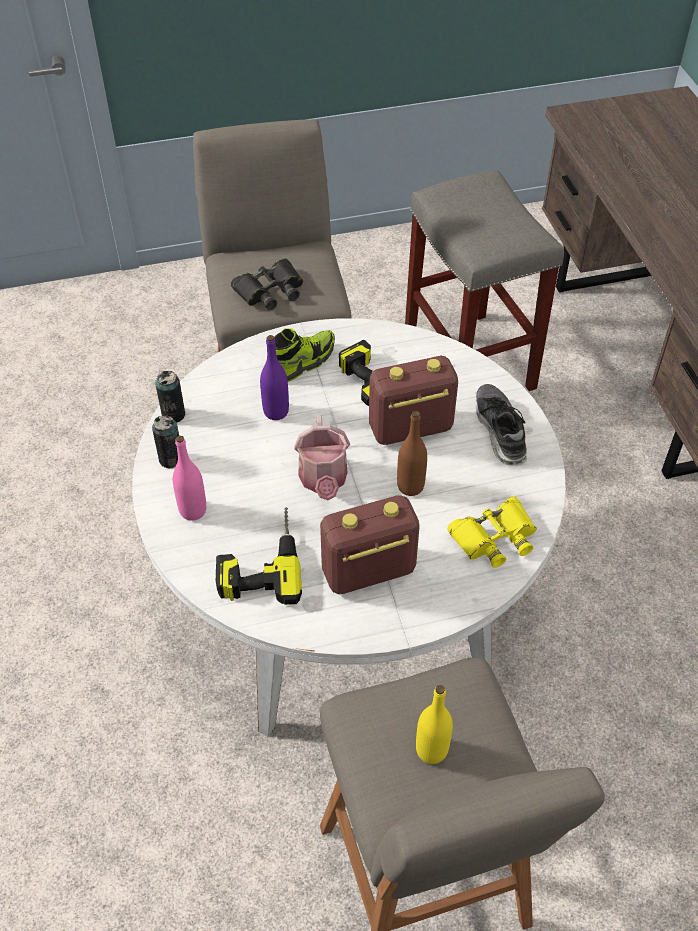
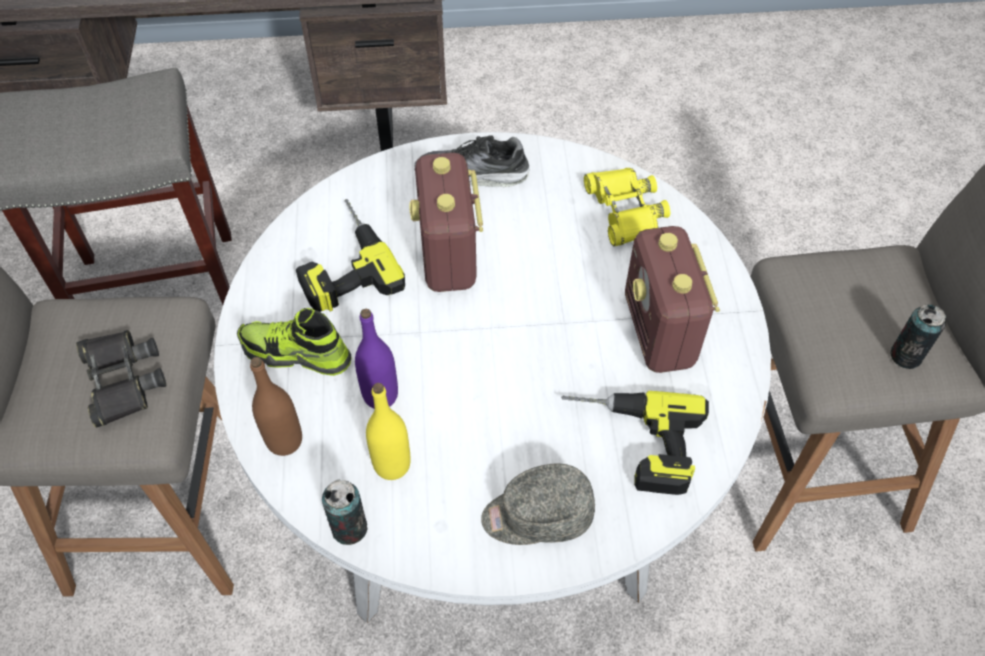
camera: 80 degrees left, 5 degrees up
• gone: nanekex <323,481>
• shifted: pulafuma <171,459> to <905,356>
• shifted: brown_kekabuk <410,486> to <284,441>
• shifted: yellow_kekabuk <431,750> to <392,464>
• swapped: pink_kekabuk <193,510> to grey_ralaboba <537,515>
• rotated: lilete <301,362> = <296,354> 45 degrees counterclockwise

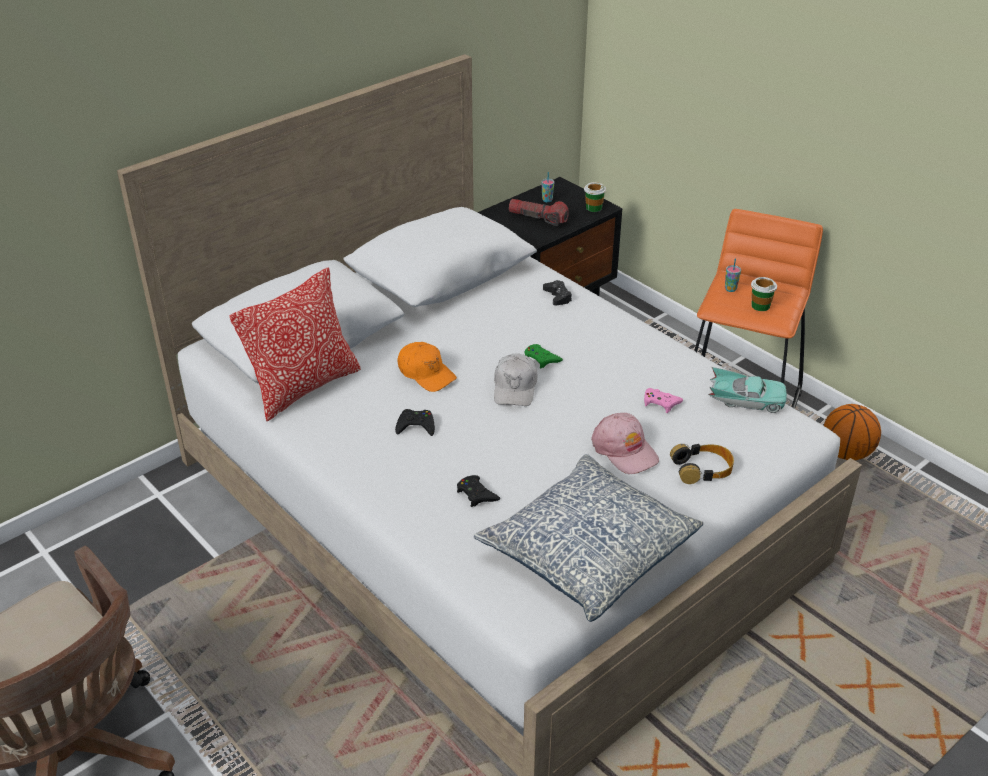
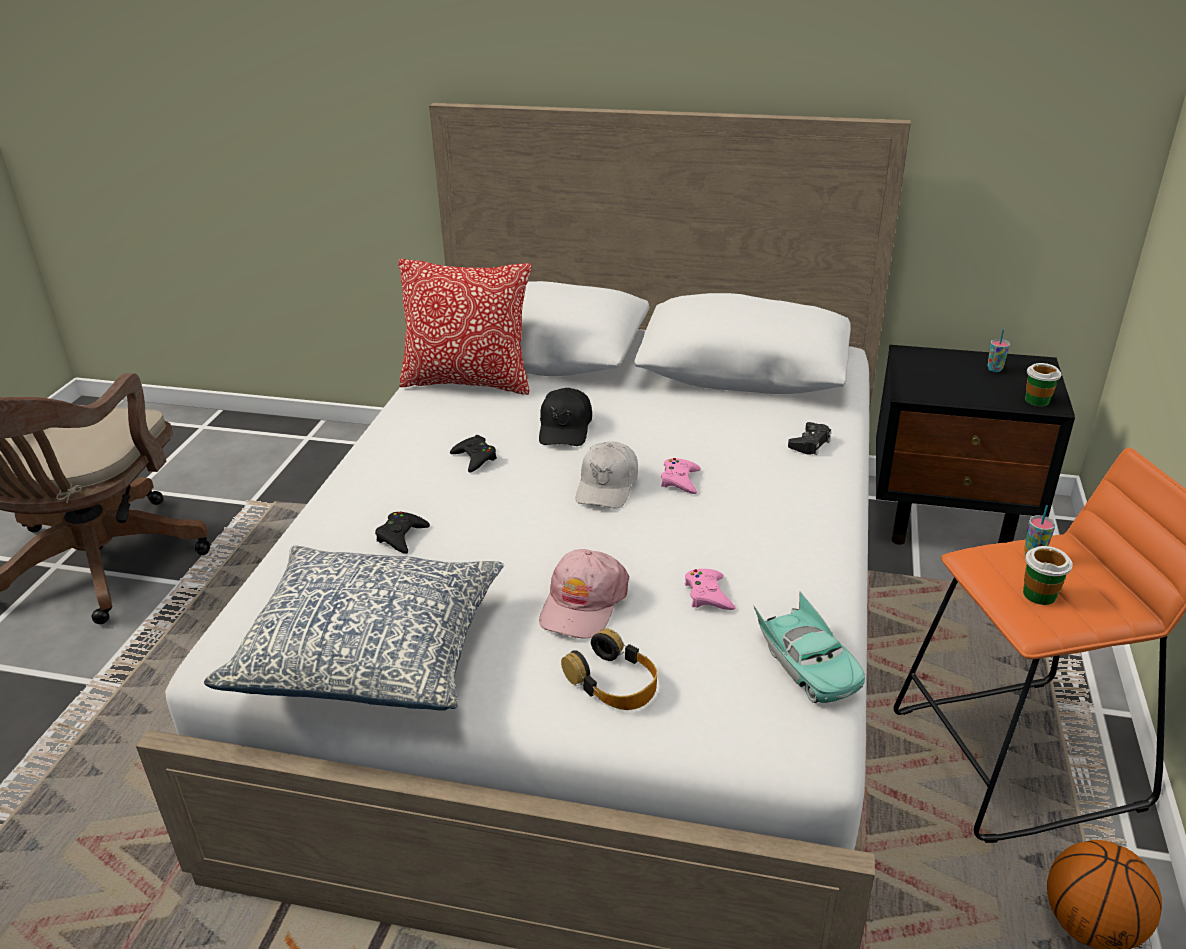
camera: 55 degrees right, 5 degrees down
• gone: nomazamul <538,218>
• repainted: orange_ralaboba <426,373> to black_ralaboba <565,428>
• repainted: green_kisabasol <541,359> to pink_kisabasol <680,480>
• rotated: white_ralaboba <515,388> = <607,486> 45 degrees counterclockwise

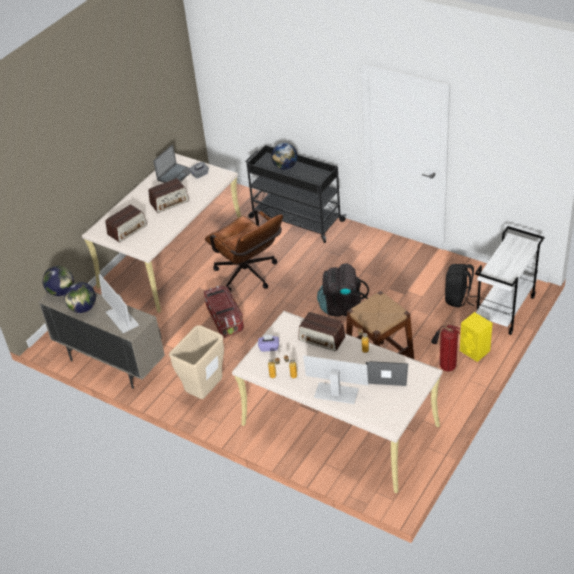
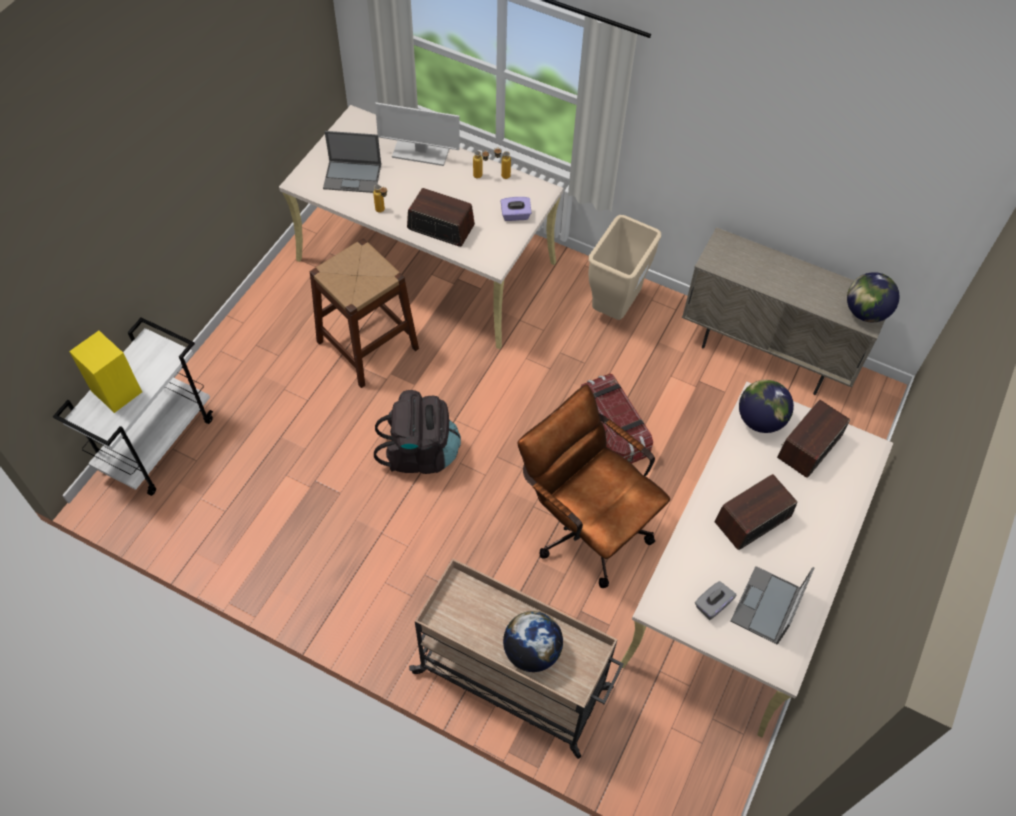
camera: 170 degrees right, 15 degrees up
• gone: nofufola <121,319>
• gone: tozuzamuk <445,366>
• gone: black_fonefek <458,299>
• shifted: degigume <83,308> to <760,420>
• shifted: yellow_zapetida <475,351> to <115,390>
• repainted: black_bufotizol <295,219> to beige_bufotizol <514,681>

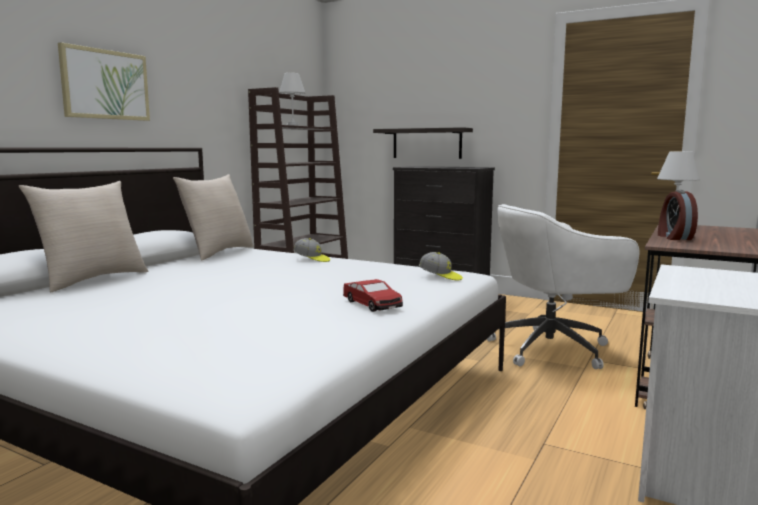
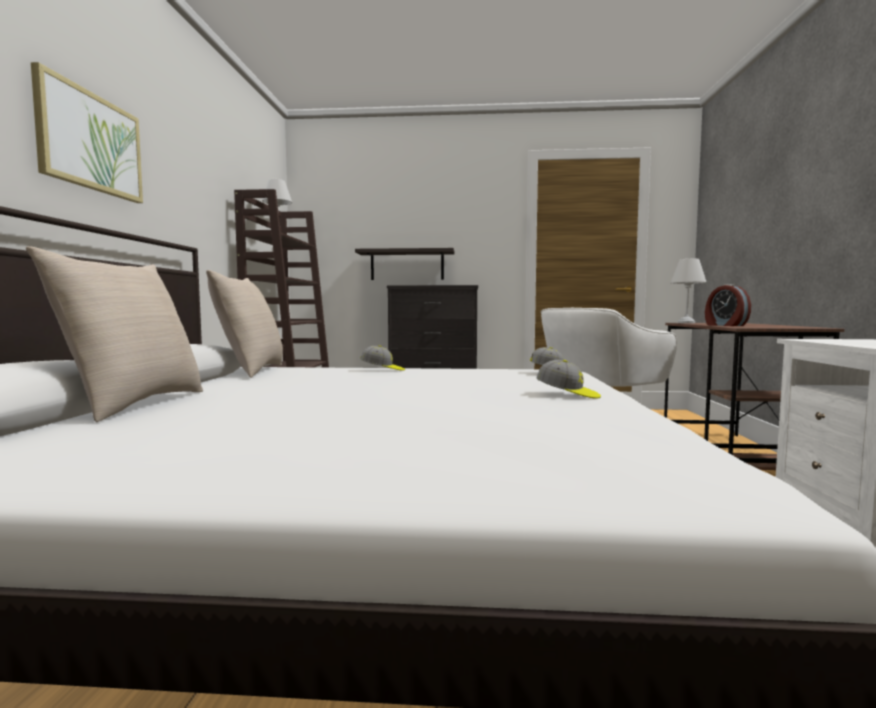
camera: 25 degrees left, 5 degrees down
• swapped: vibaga <372,304> to ralaboba <568,394>

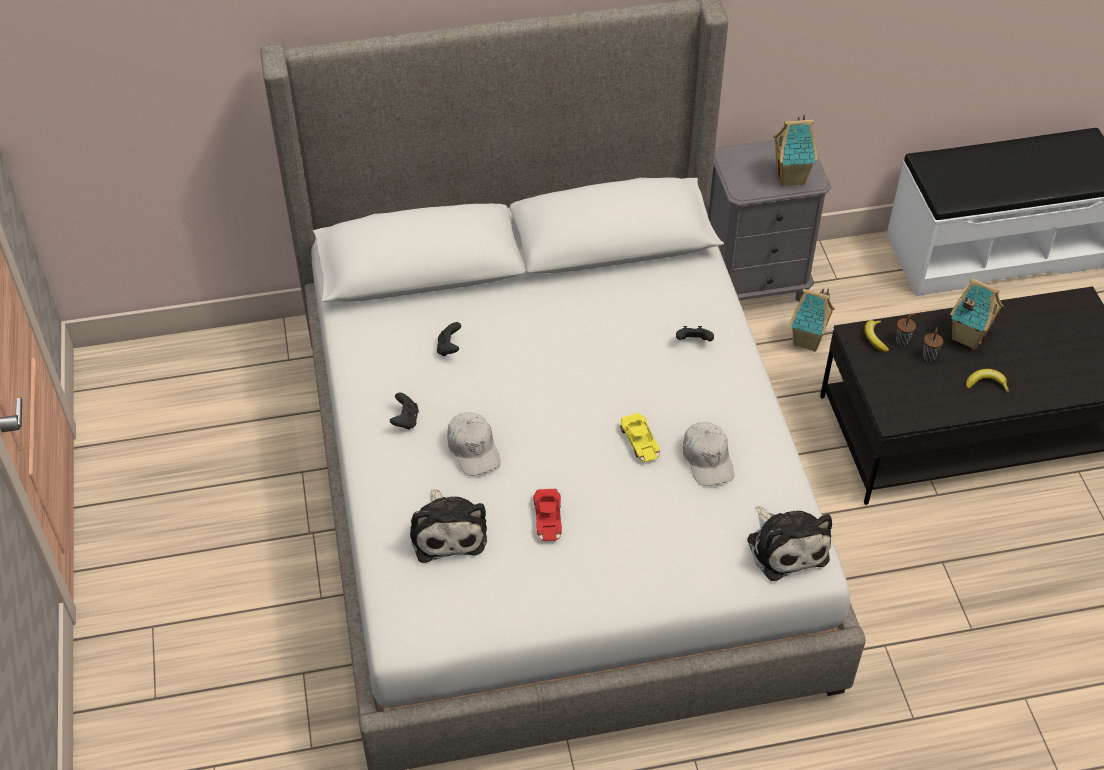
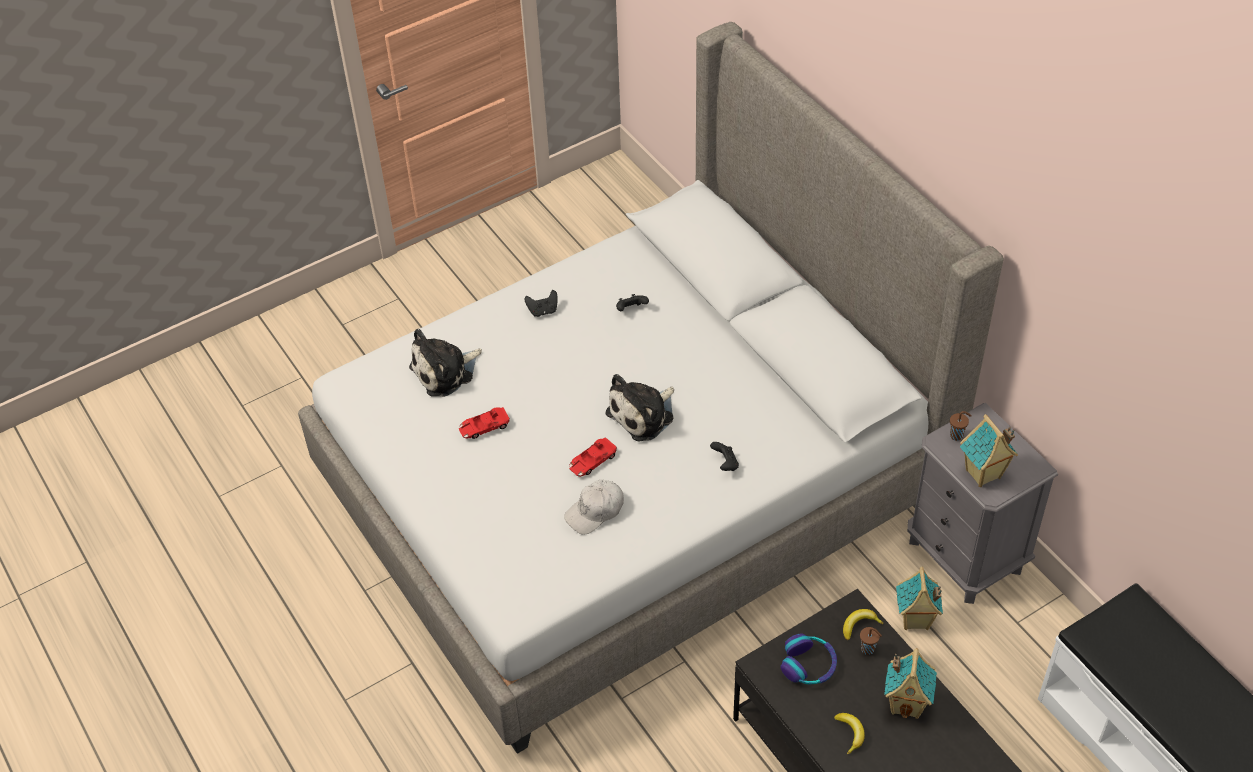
camera: 70 degrees right, 0 degrees up
• gone: white_ralaboba <473,449>
• new: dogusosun <809,665>
• shifted: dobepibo <786,546> to <643,414>
• shifted: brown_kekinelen <929,356> to <957,435>
• repainted: yellow_vibaga <640,442> to red_vibaga <592,461>

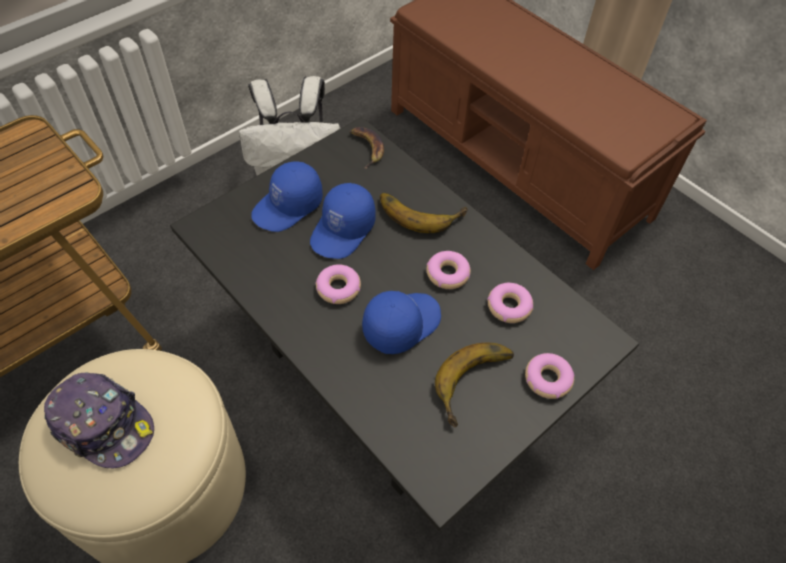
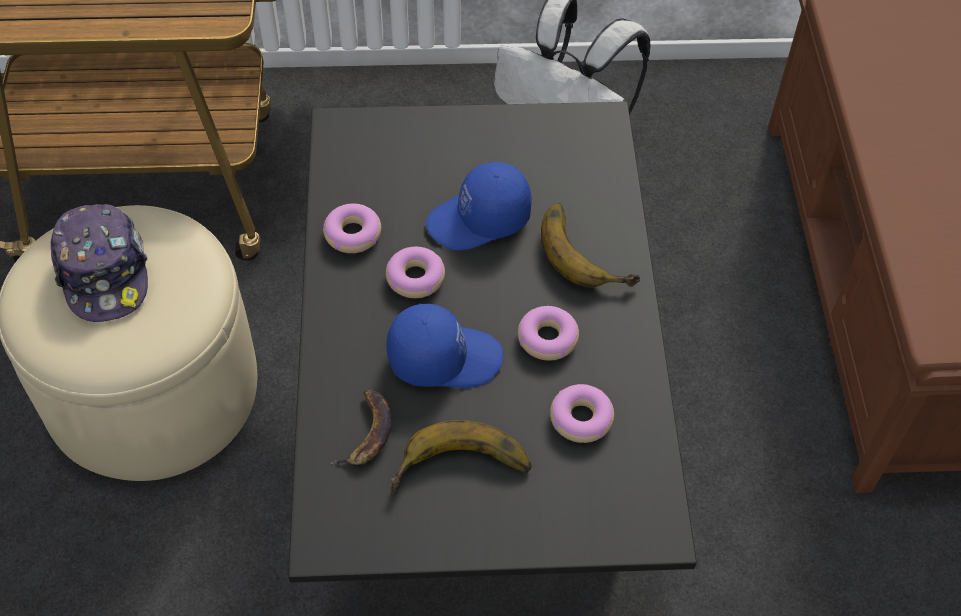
camera: 40 degrees right, 0 degrees up
• gone: blue_ralaboba <288,207>
• shifted: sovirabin <367,148> to <366,432>
• shifted: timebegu <547,379> to <352,234>

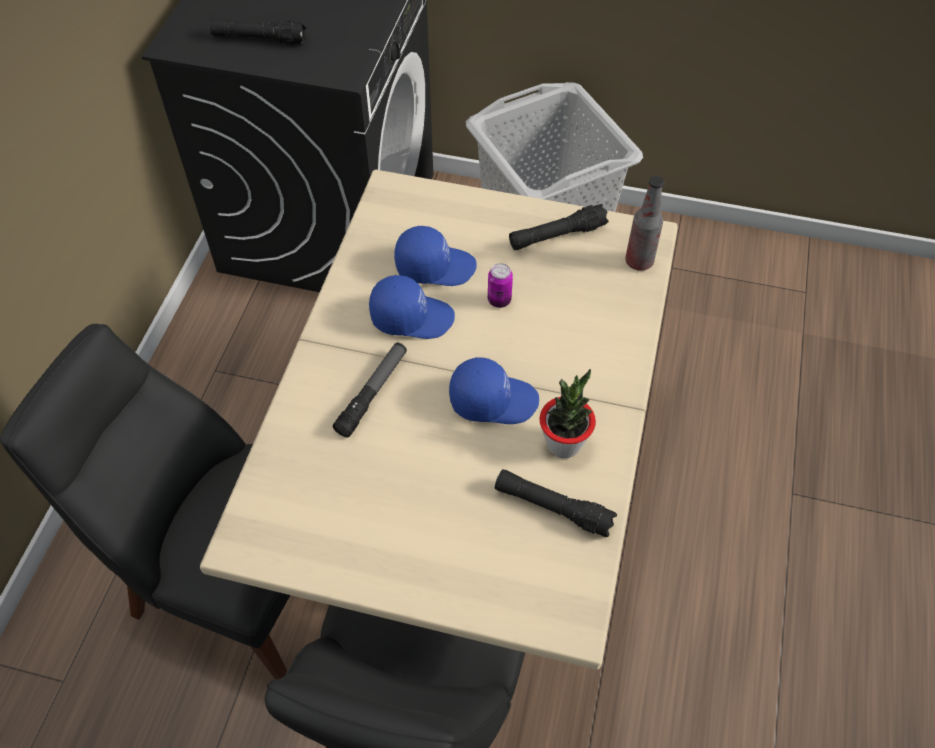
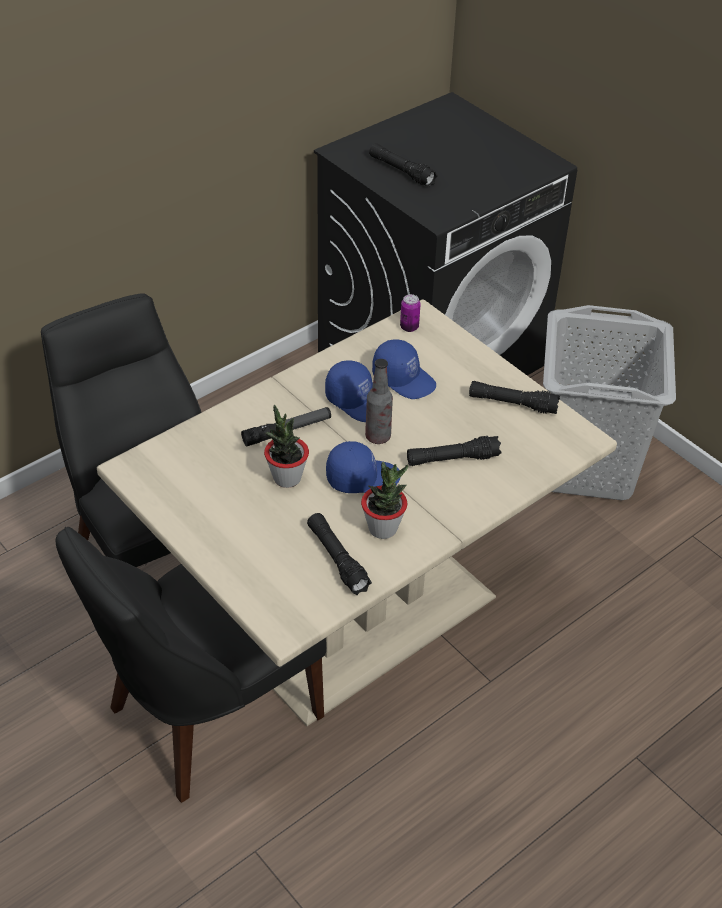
camera: 35 degrees right, 10 degrees down
• new: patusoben <287,478>
• new: black_nomazamul <452,459>
• shifted: pulafuma <499,300> to <409,327>
• shifted: kekabuk <639,261> to <378,437>
• rotated: blue_ralaboba <493,399> = <362,477> 45 degrees counterclockwise

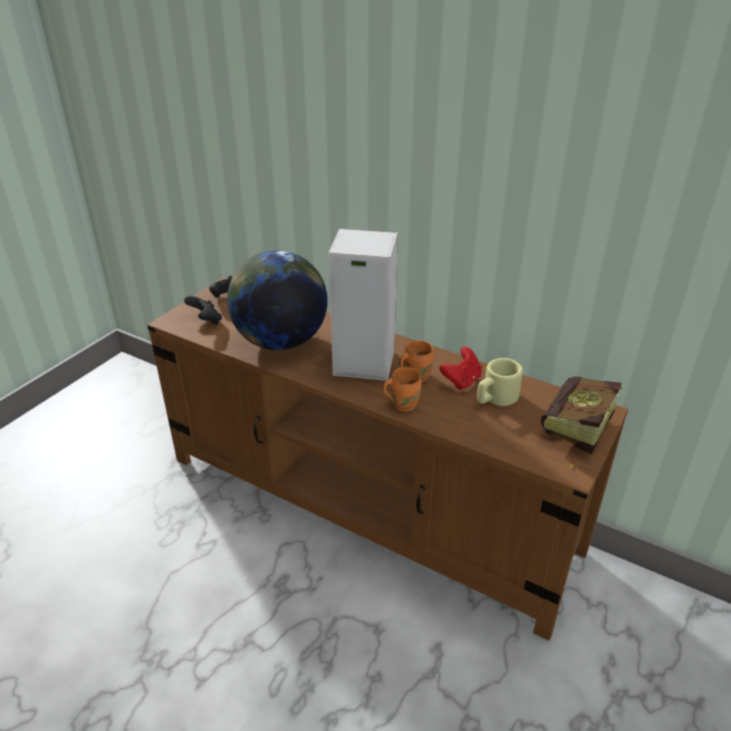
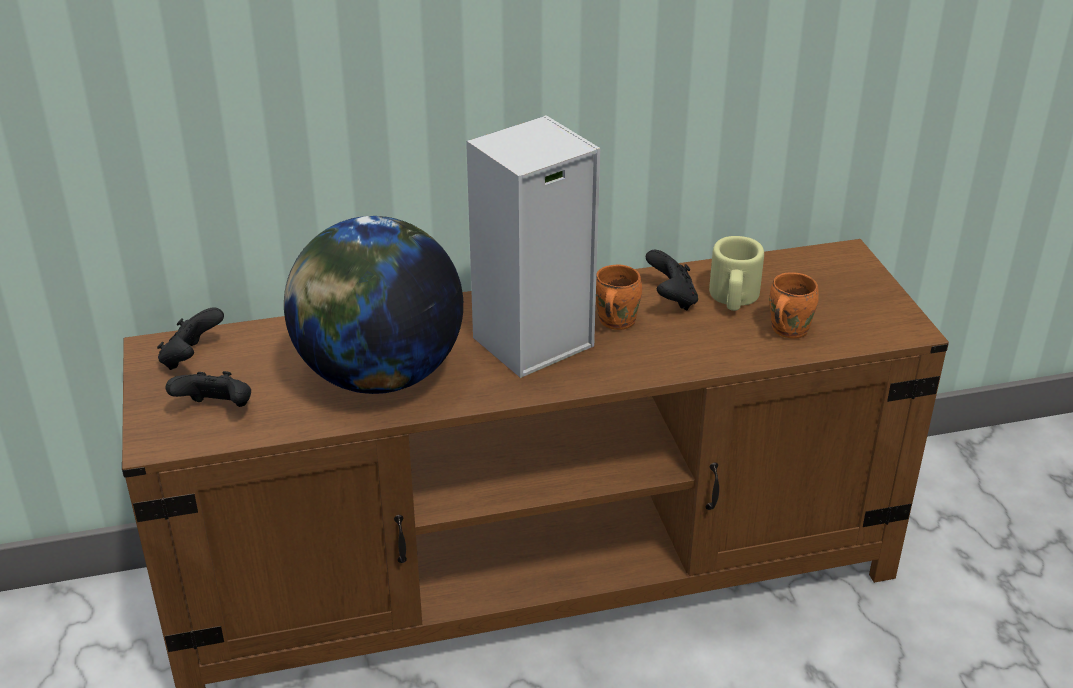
camera: 45 degrees left, 0 degrees up
• gone: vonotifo <573,435>
• shifted: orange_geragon <402,403> to <786,329>
• repainted: red_kisabasol <461,381> to black_kisabasol <671,299>

